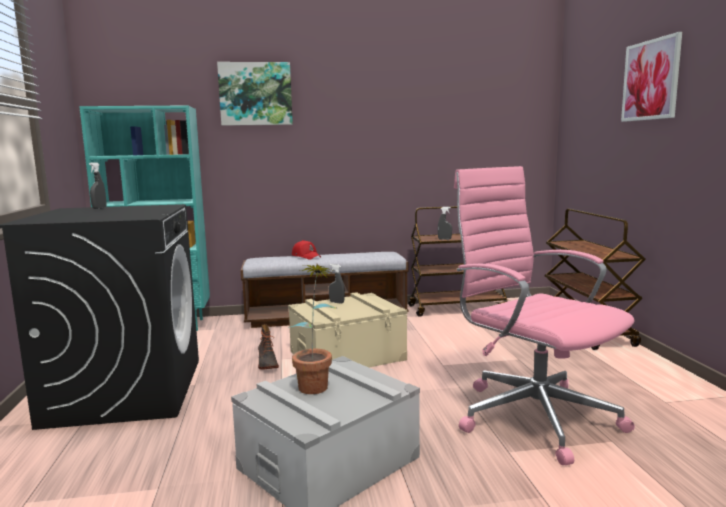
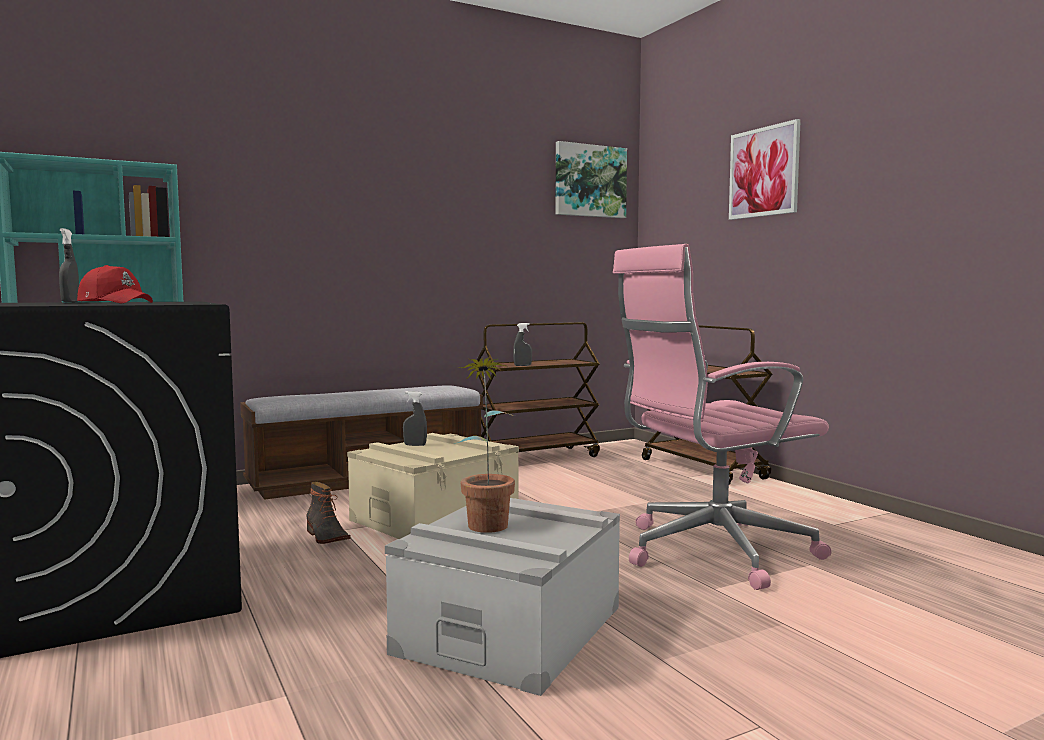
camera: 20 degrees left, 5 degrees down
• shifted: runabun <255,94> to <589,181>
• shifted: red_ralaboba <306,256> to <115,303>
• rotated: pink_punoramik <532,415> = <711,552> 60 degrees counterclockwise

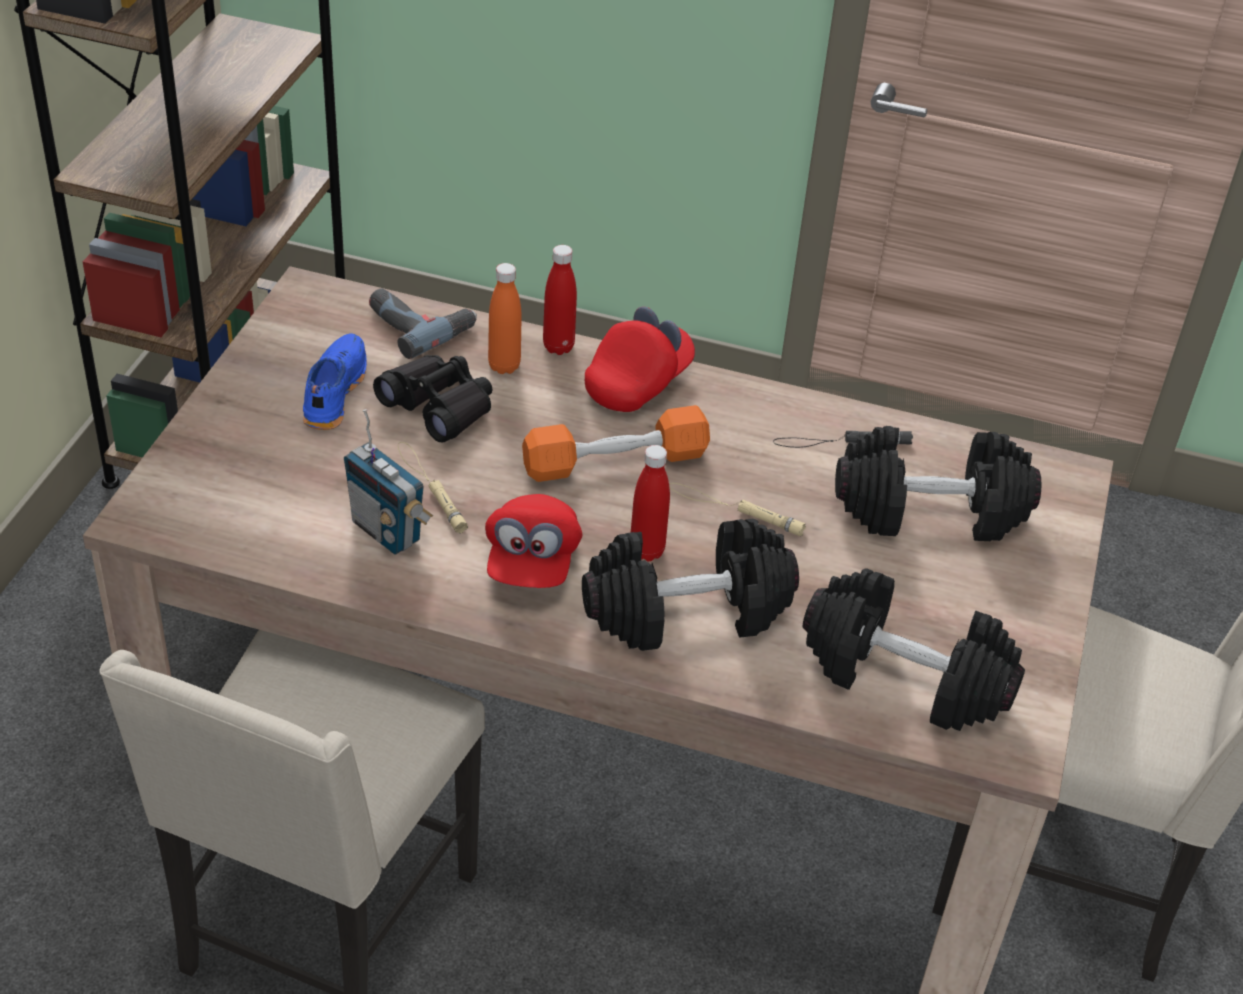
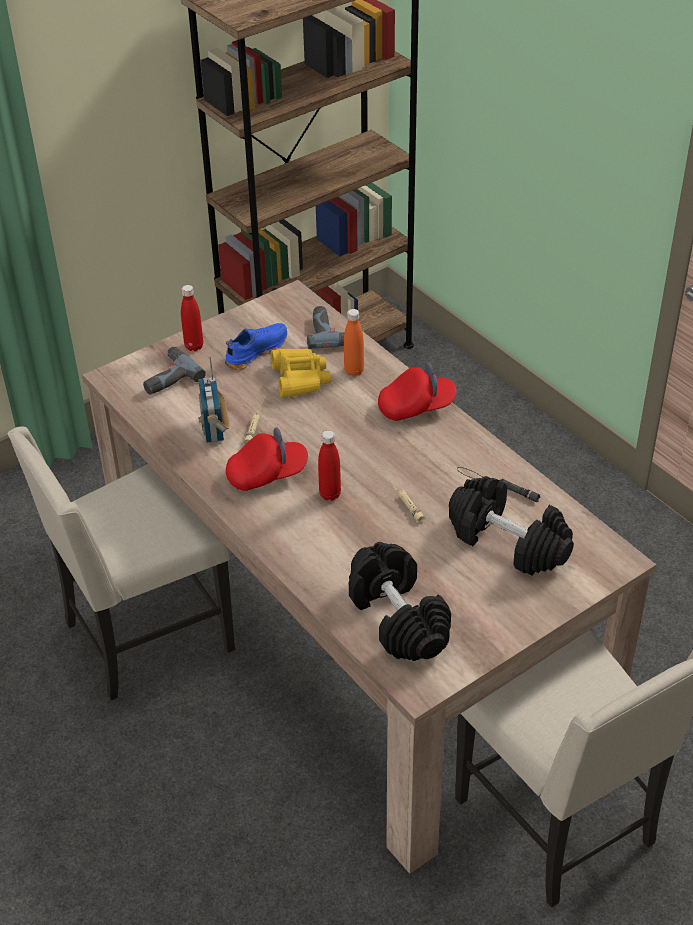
camera: 40 degrees right, 0 degrees up
• gone: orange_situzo <615,461>
• gone: black_situzo <687,612>
• new: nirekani <167,377>
• shifted: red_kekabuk <558,347> to <194,346>
• repainted: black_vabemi <439,406> to yellow_vabemi <300,379>
• rotated: red_ralaboba <532,562> = <267,474> 150 degrees counterclockwise

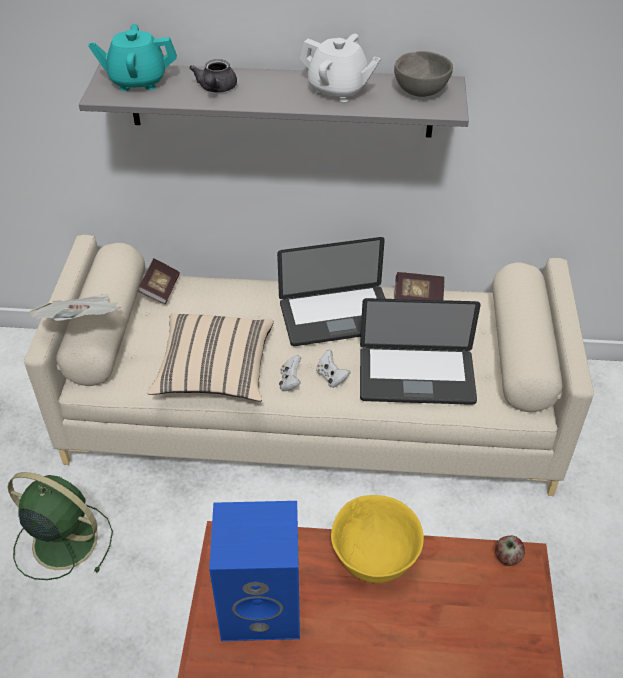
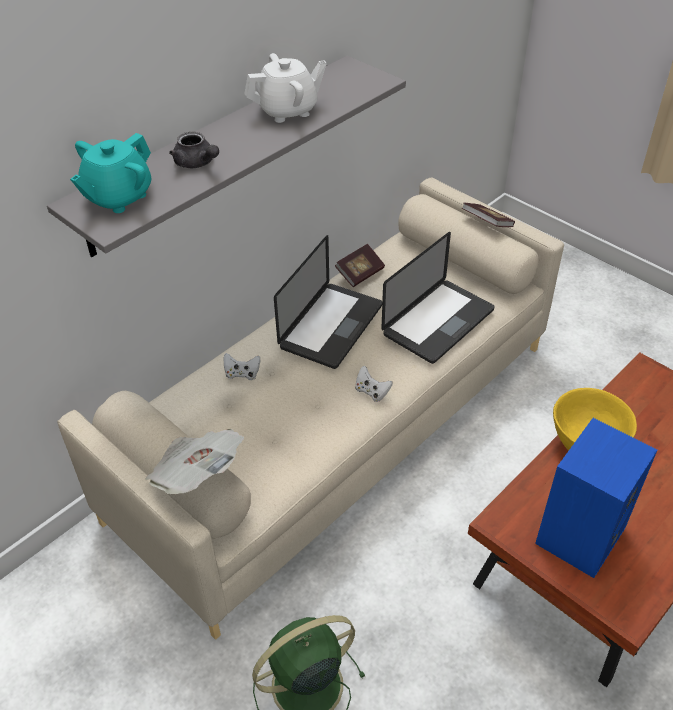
camera: 50 degrees left, 0 degrees up
• gone: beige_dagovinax <215,371>
• gone: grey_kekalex <420,91>
• gone: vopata <507,557>
• shifted: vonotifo <160,289> to <486,223>
• shifted: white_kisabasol <331,377> to <242,374>

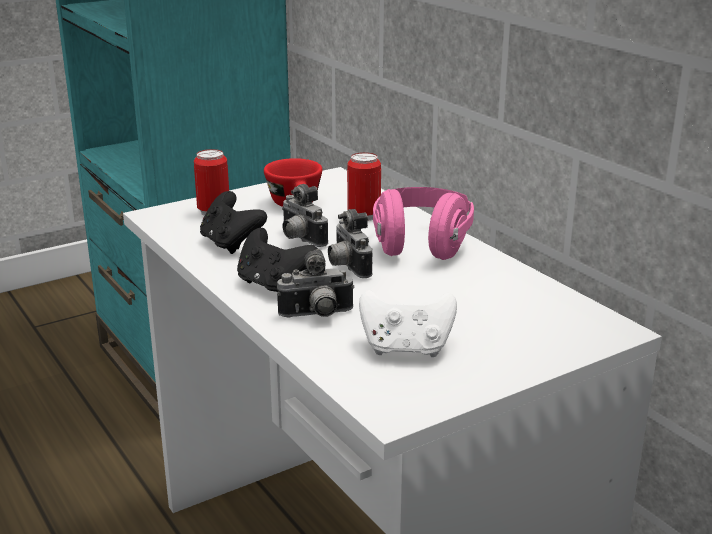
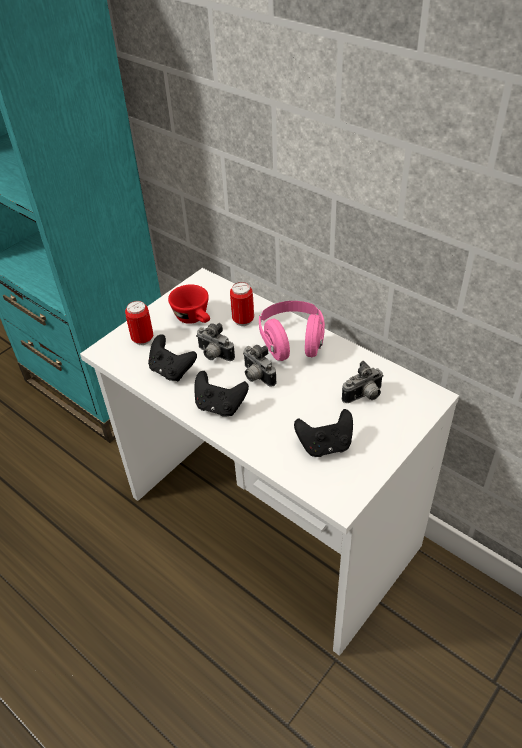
camera: 15 degrees left, 20 degrees up
• shifted: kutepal <317,316> to <364,396>
• repainted: white_kisabasol <406,349> to black_kisabasol <325,445>

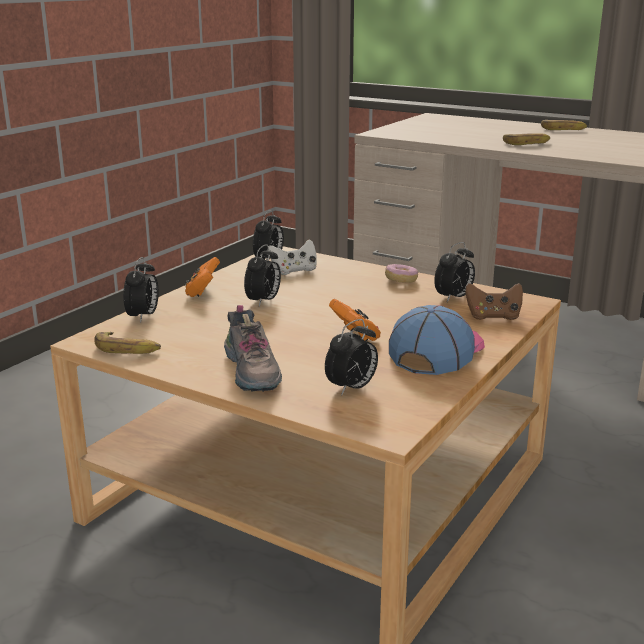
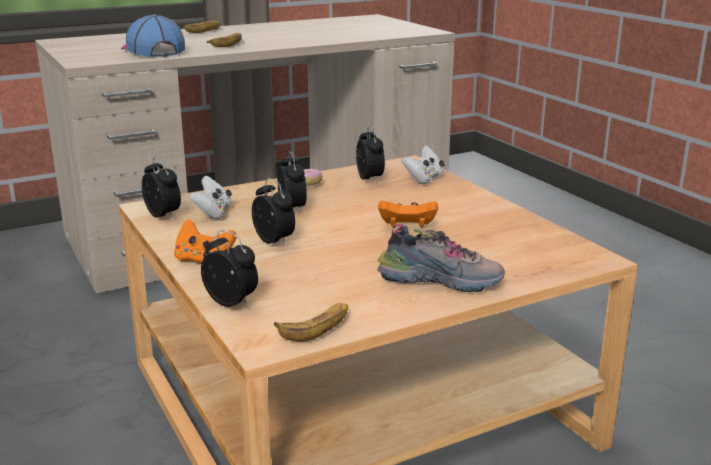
camera: 60 degrees left, 0 degrees up
• shifted: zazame <352,388> to <292,210>
• shifted: ralaboba <436,351> to <152,50>
• repainted: brown_kisabasol <493,316> to white_kisabasol <423,179>

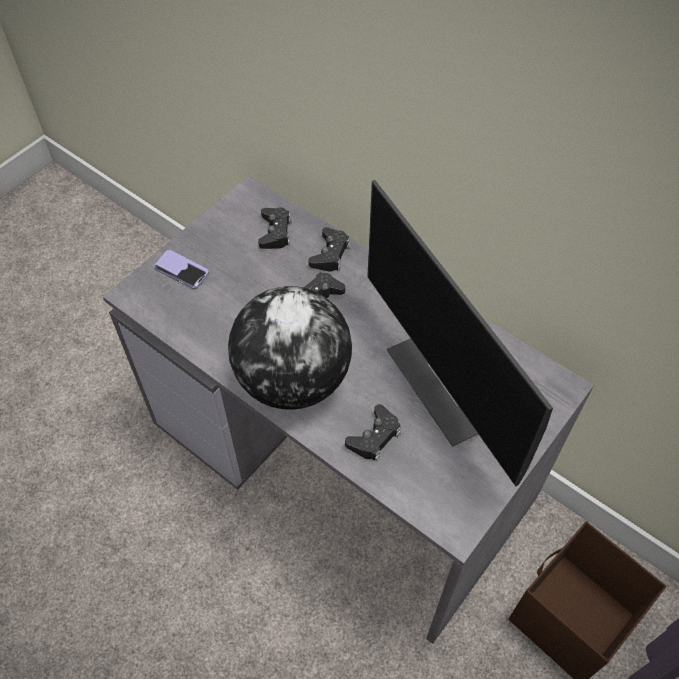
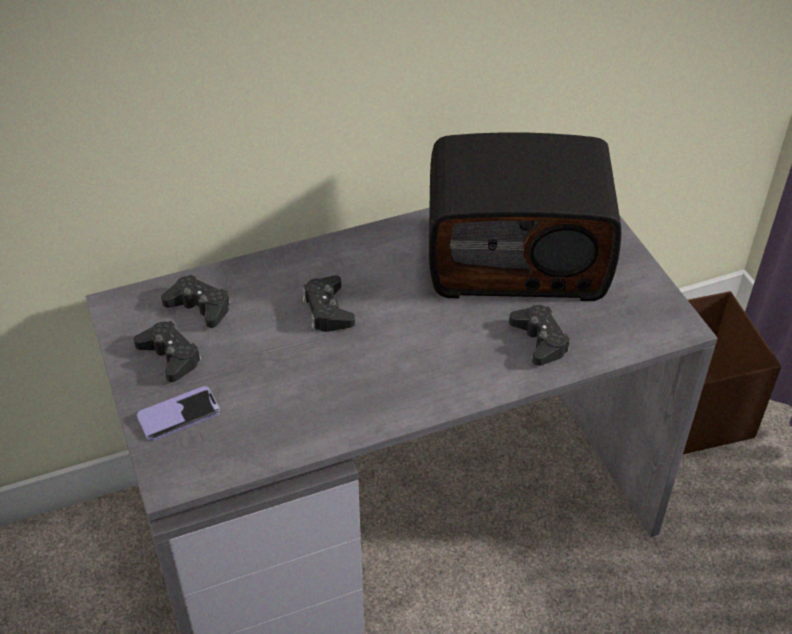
camera: 60 degrees left, 10 degrees down
• gone: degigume <293,379>
• shifted: black_kisabasol <330,254> to <170,356>
• swapped: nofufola <454,384> to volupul <517,255>

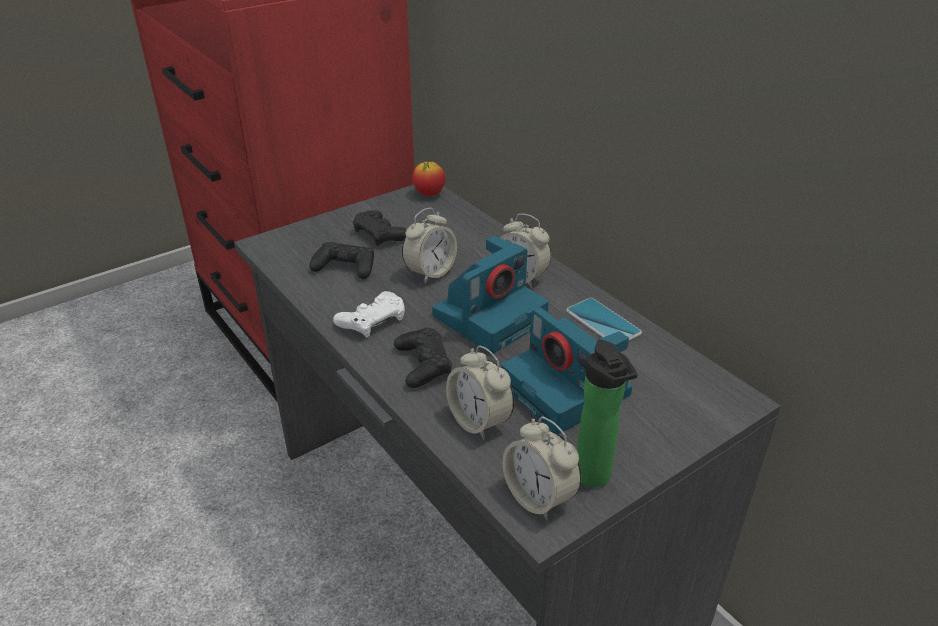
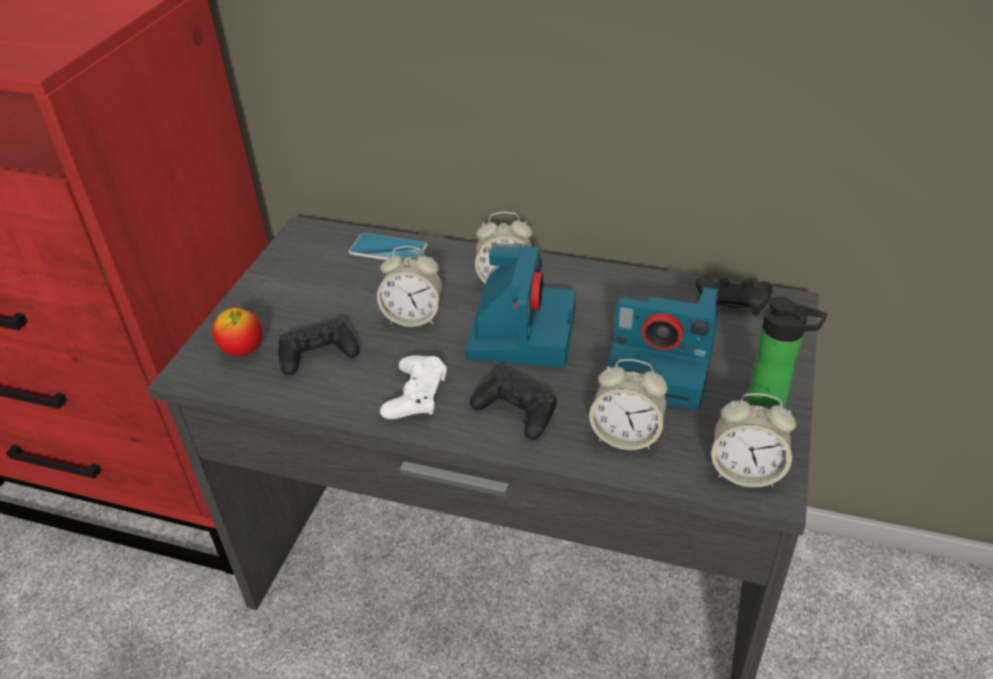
camera: 35 degrees left, 5 degrees up
• shifted: black_kisabasol <380,234> to <732,301>
• shifted: vopata <429,194> to <243,350>
• shifted: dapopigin <603,322> to <388,250>
• rotated: zazame <430,272> = <413,317> 90 degrees clockwise

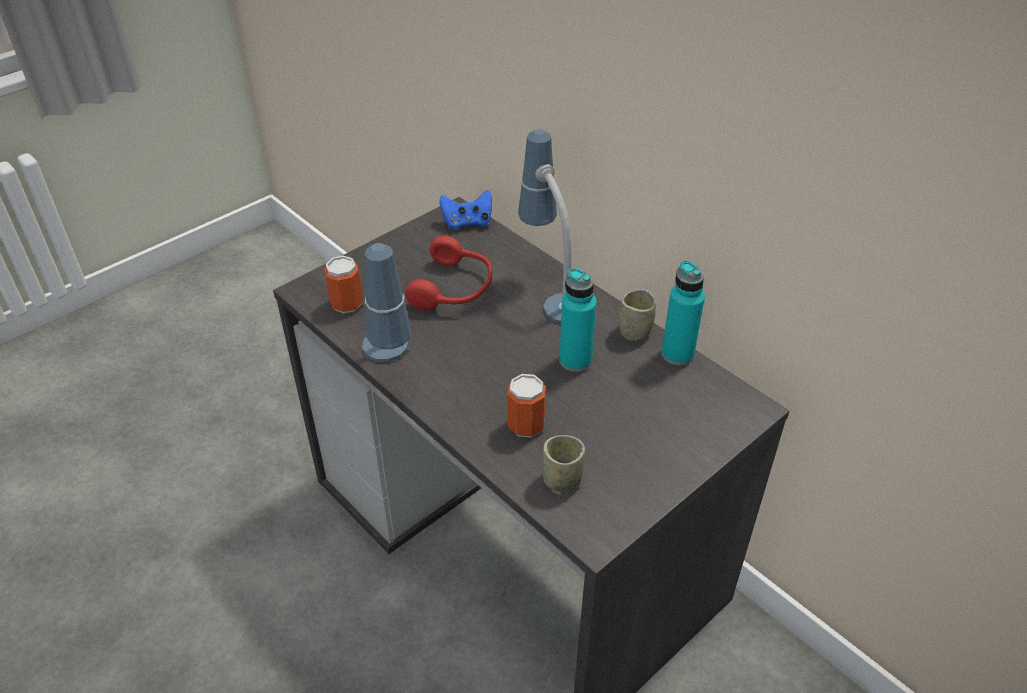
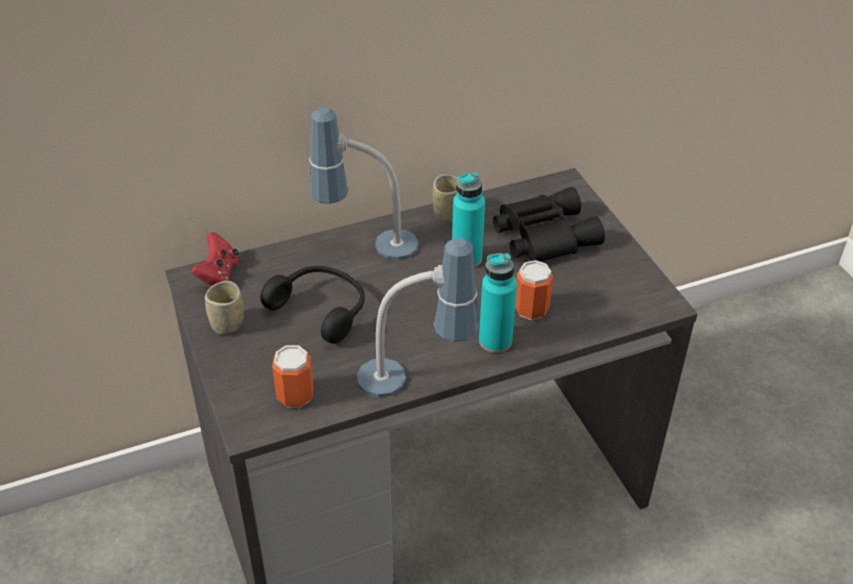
camera: 70 degrees left, 0 degrees up
• new: black_vabemi <542,235>
• shifted: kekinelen <562,479> to <227,324>
• shifted: turquoise_kekabuk <677,354> to <495,341>
• repainted: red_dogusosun <455,288> to black_dogusosun <321,309>
• repainted: blue_kisabasol <467,222> to red_kisabasol <218,274>

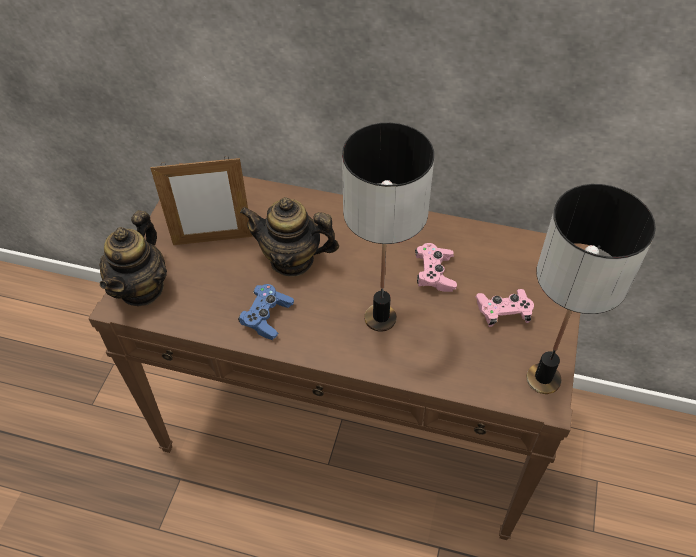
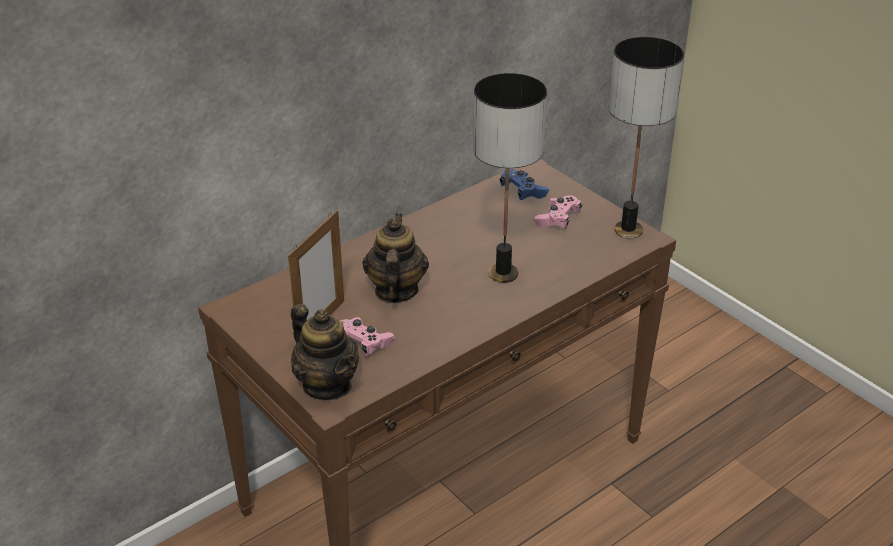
camera: 55 degrees left, 15 degrees down
• shifted: blue_kisabasol <267,317> to <523,191>
• shifted: pink_kisabasol <434,274> to <363,343>
• rotated: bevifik <292,260> = <395,291> 135 degrees clockwise

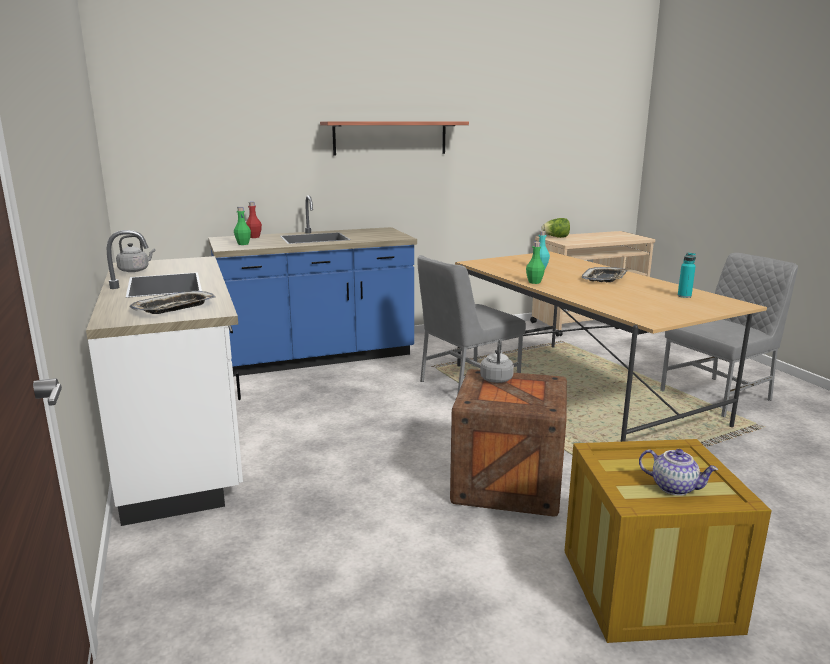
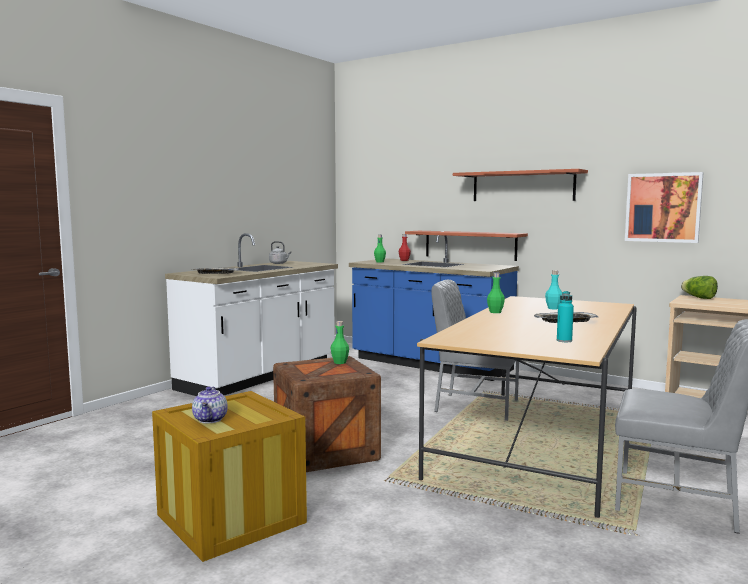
camera: 55 degrees right, 10 degrees down
• new: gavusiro <470,245>
• new: runabun <663,207>
• swapped: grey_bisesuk <496,379> to green_kekabuk <340,362>

